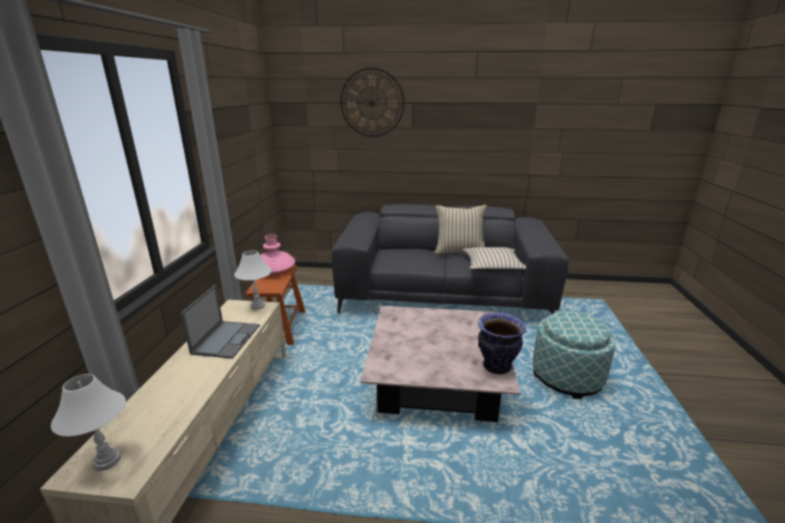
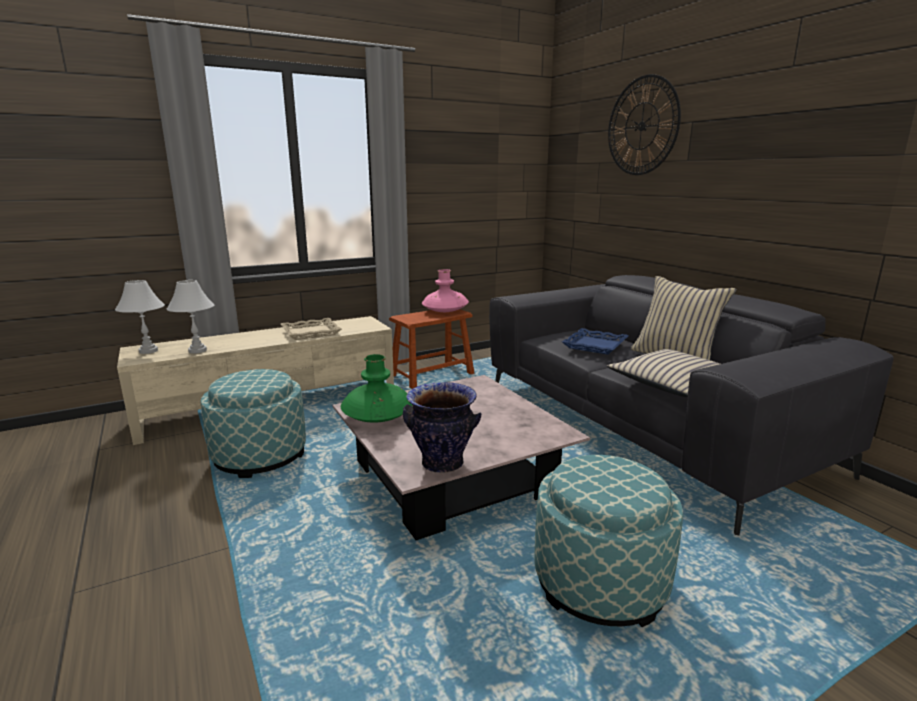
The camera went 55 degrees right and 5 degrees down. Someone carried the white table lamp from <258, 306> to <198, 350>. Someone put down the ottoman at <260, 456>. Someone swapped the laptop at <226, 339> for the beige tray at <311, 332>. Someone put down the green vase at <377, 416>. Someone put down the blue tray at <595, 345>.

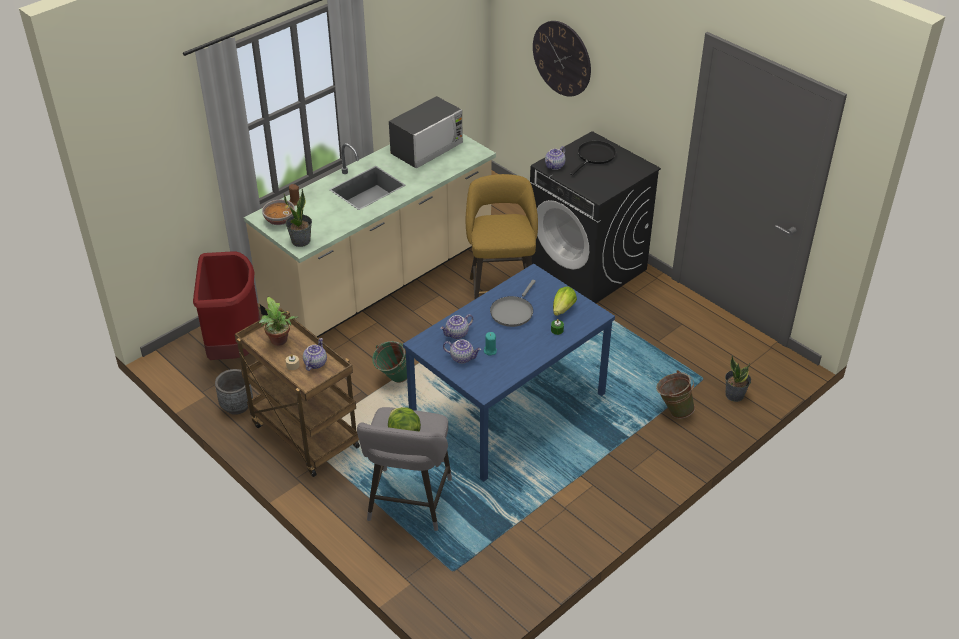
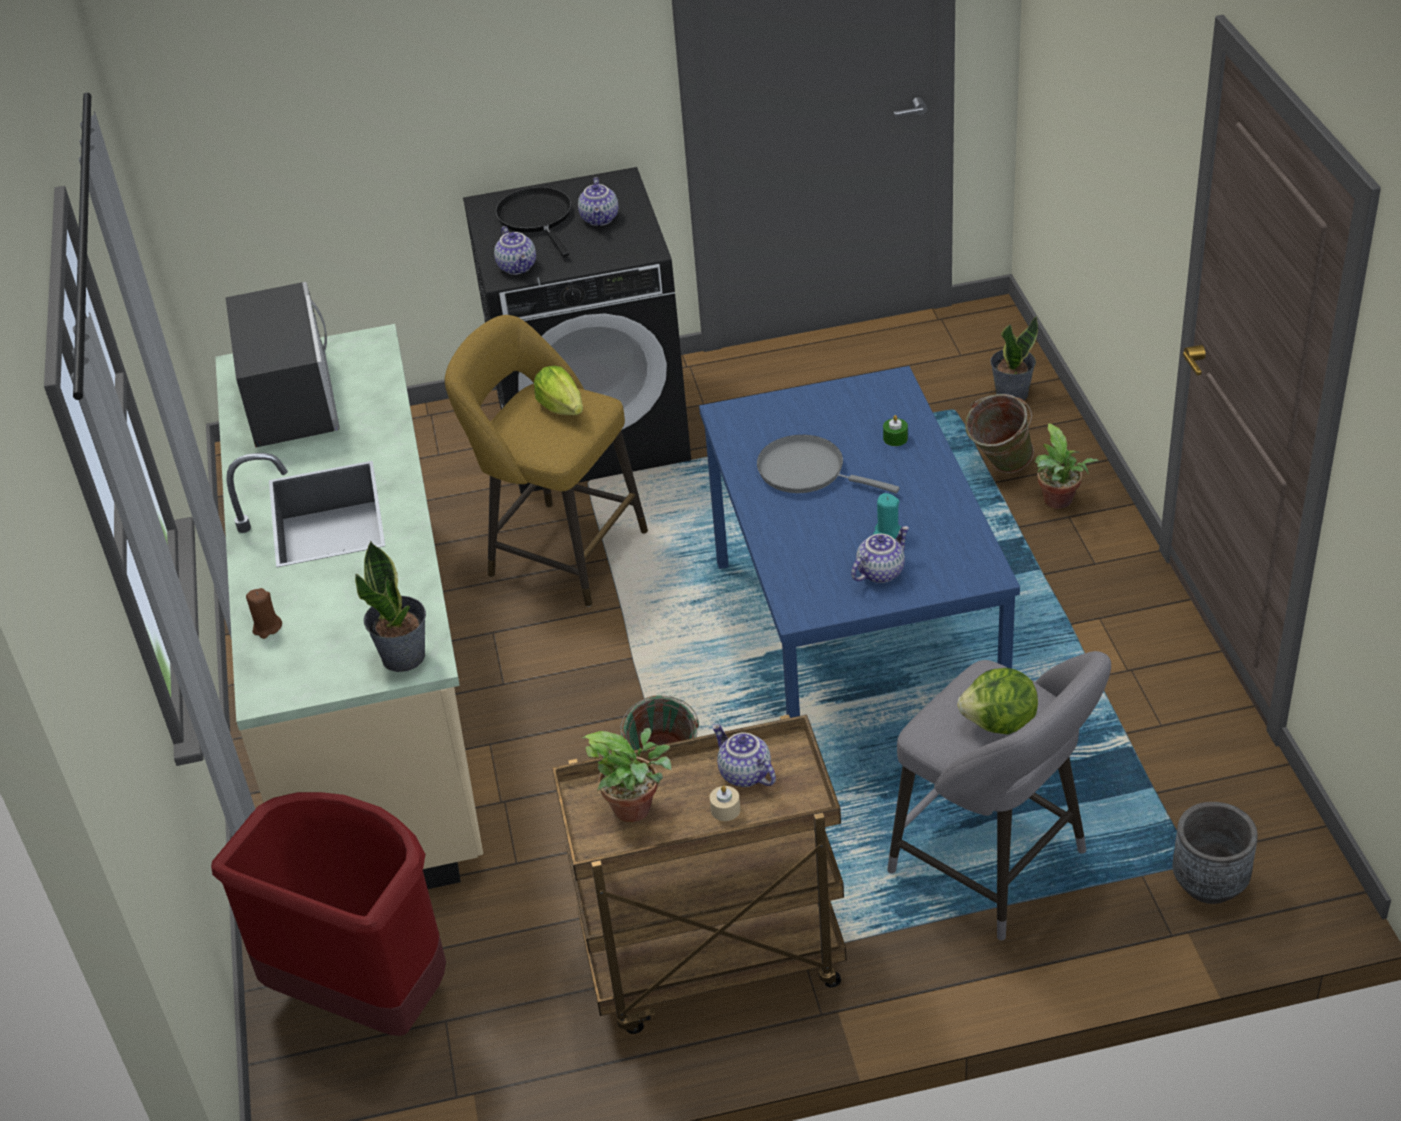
The camera went 55 degrees left and 0 degrees up. Someone carried the lettuce from <563, 309> to <561, 407>. Someone carried the teapot from <457, 334> to <600, 219>. Someone rotated the grey frying pan at <513, 311> by 150 degrees clockwise. Someone put down the potted plant at <1059, 502>. Someone carried the grey planter from <237, 406> to <1209, 883>. Someone took away the bowl at <279, 220>. Someone took away the wall clock at <562, 58>.

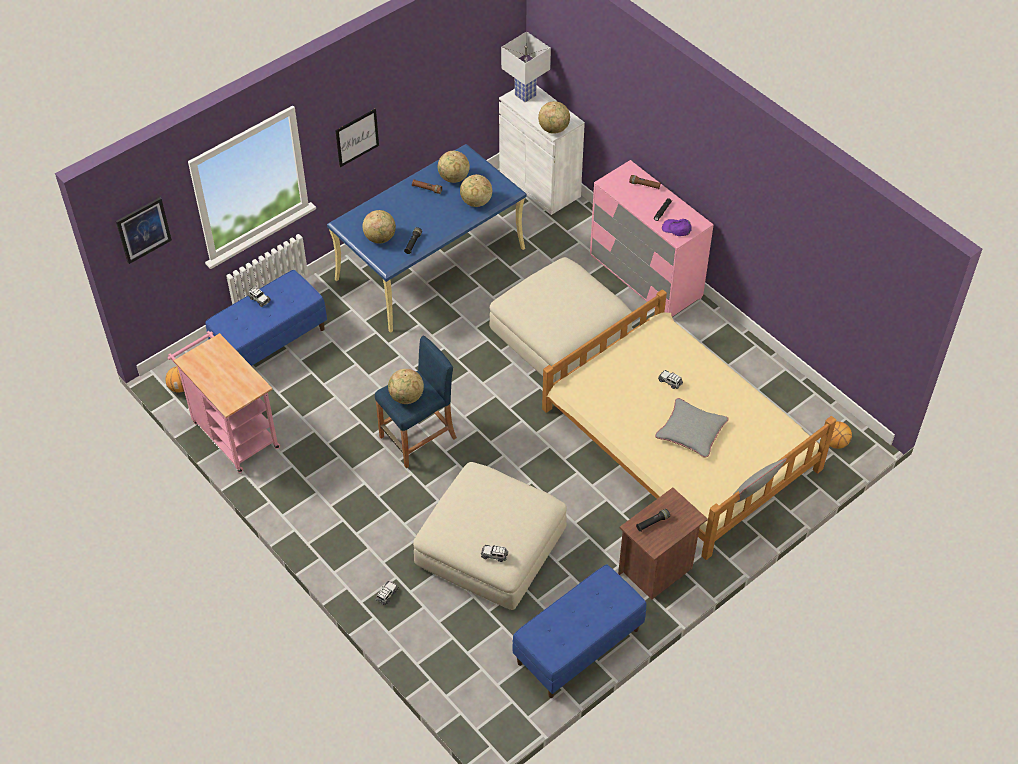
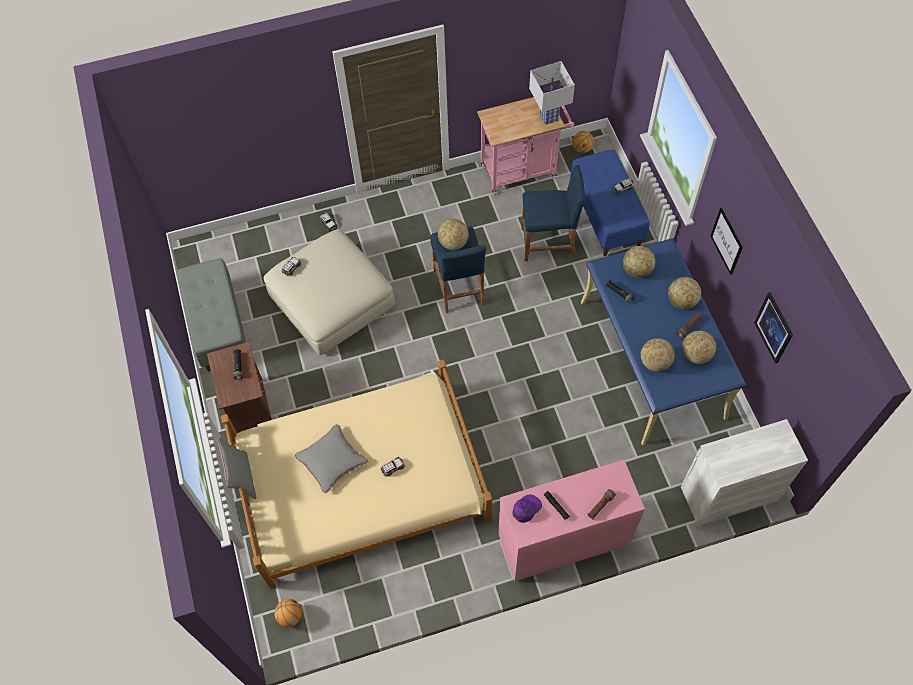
The camera went 115 degrees right and 10 degrees up. Someone repainted the blue bench at <578, 647>, which became the grey bench at <218, 326>. Someone put down the blue stool at <548, 243>. Someone carried the white table lamp from <525, 95> to <549, 117>. Someone carried the globe from <554, 129> to <681, 301>. Someone carried the picture from <143, 230> to <774, 328>. Someone took away the beige ottoman at <559, 334>.

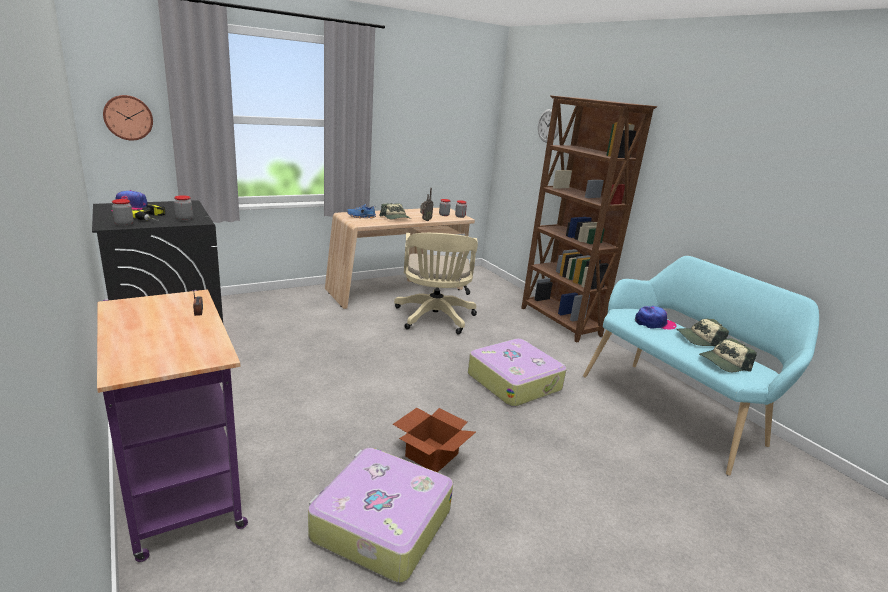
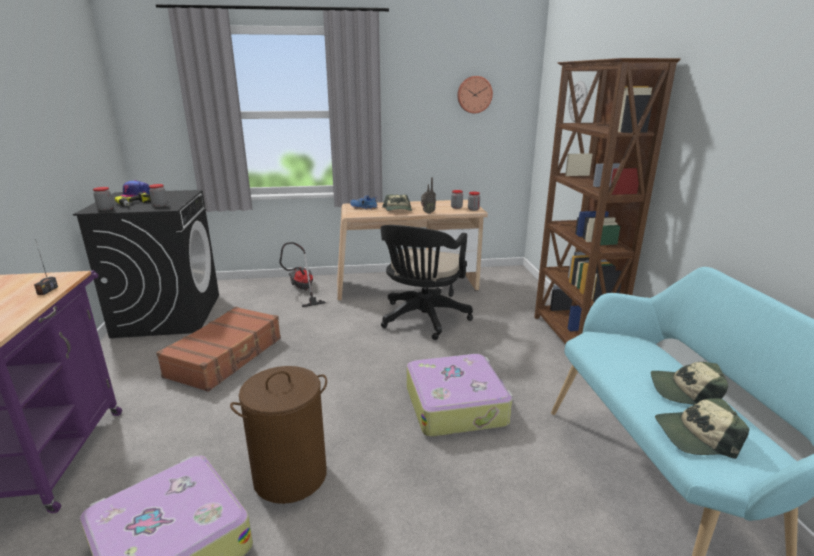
The camera went 25 degrees right and 0 degrees up. Someone put down the brown suitcase at <226, 357>. Someone swapped the cardboard box at <431, 454> for the brown laundry basket at <291, 475>. Someone put down the vacuum cleaner at <302, 290>. Someone repainted the beige office chair at <434, 319>, which became the black office chair at <422, 320>. Someone carried the wall clock from <128, 117> to <474, 94>. Someone took away the cap at <654, 323>.

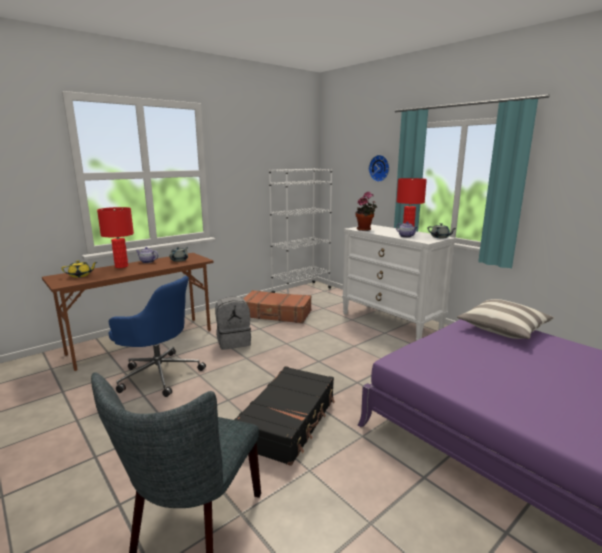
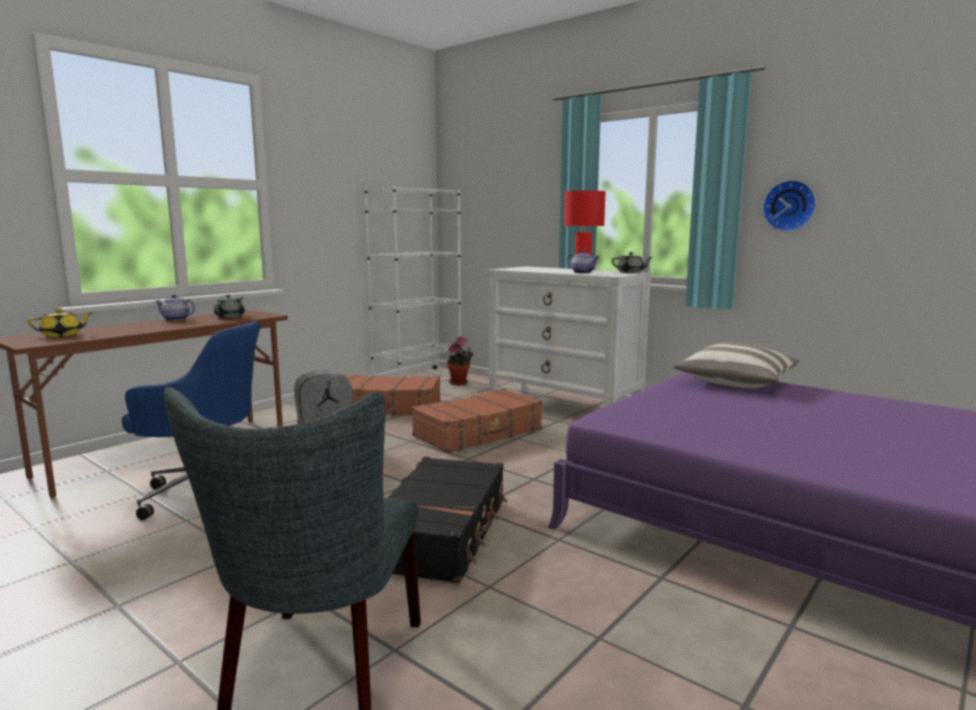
The camera went 10 degrees left and 5 degrees down. Someone put down the brown suitcase at <479, 433>. Someone carried the potted plant from <365, 229> to <460, 383>. Someone carried the wall clock from <380, 168> to <789, 206>. Someone took away the red table lamp at <121, 266>.

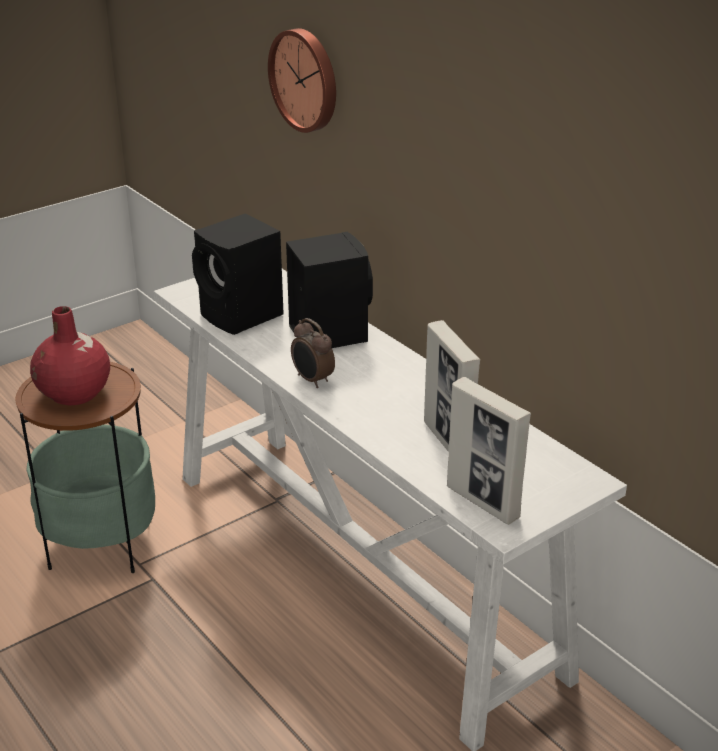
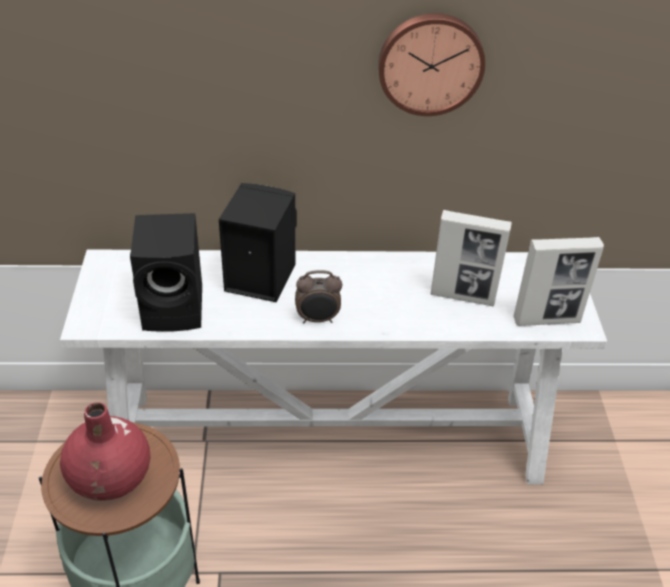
The camera went 55 degrees left and 10 degrees up. Someone carried the wall clock from <306, 79> to <430, 63>.

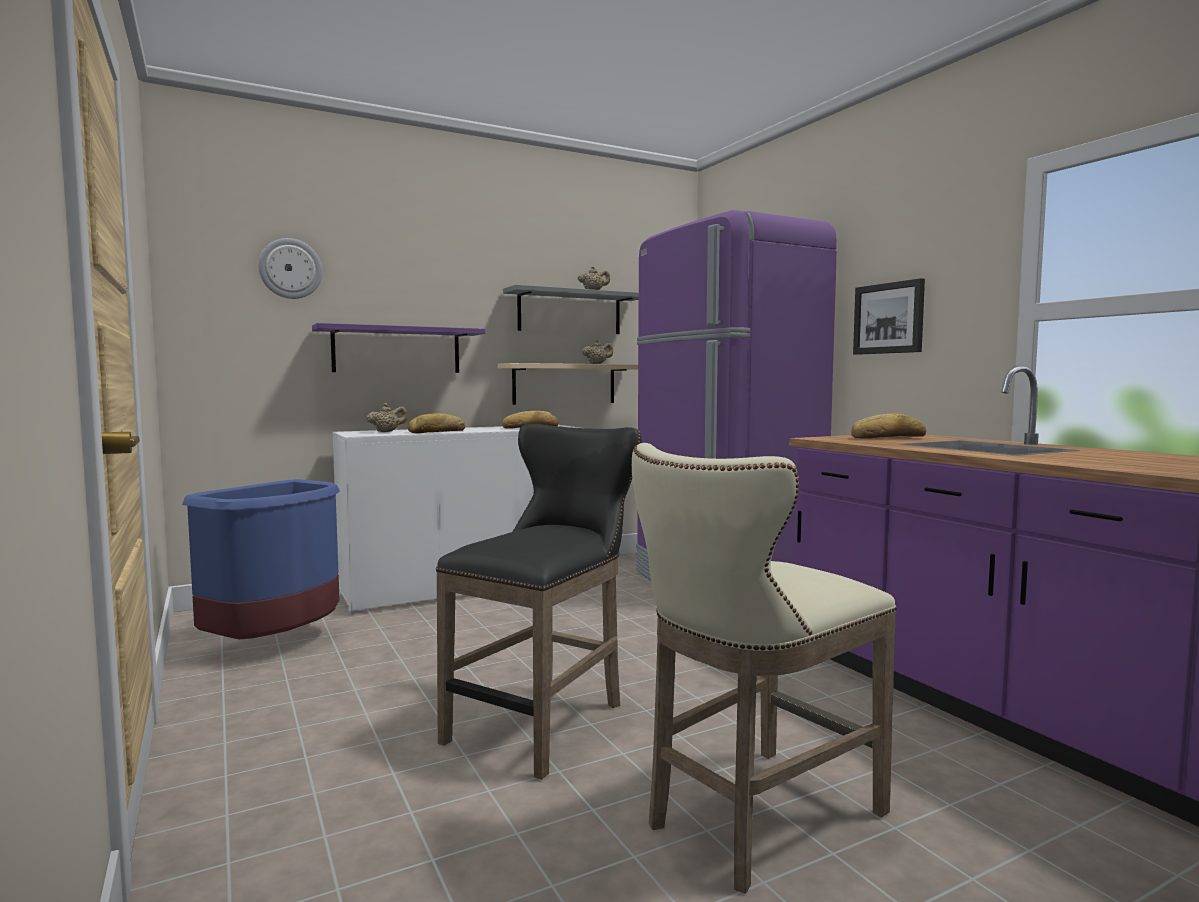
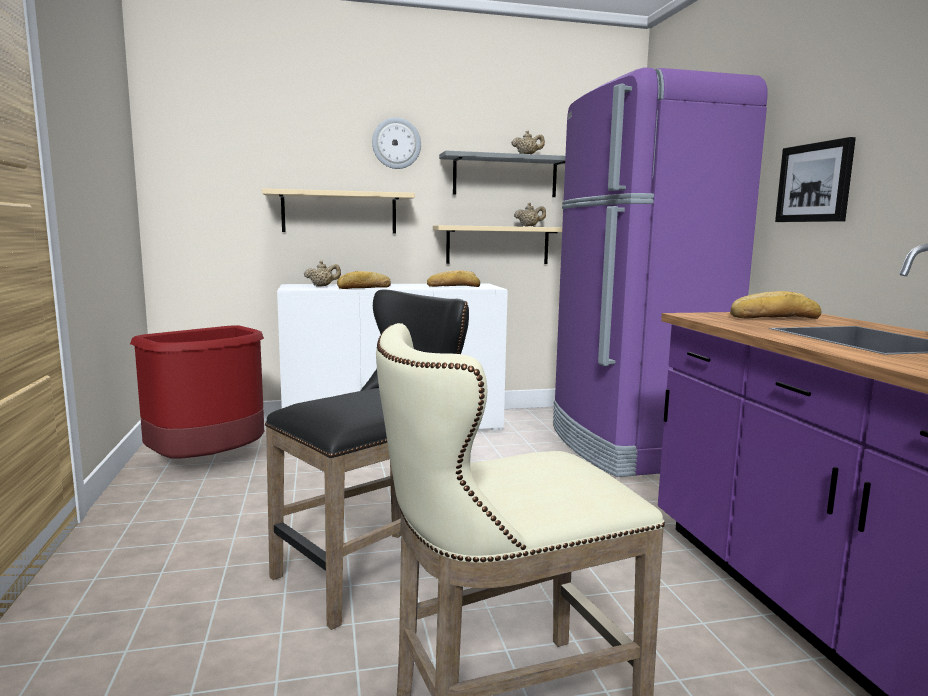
The camera went 15 degrees right and 5 degrees up. Someone repainted the blue trash can at <277, 643>, which became the red trash can at <211, 462>. Someone repainted the purple shelf at <397, 350>, which became the beige shelf at <339, 212>. Someone carried the wall clock from <290, 269> to <396, 143>.

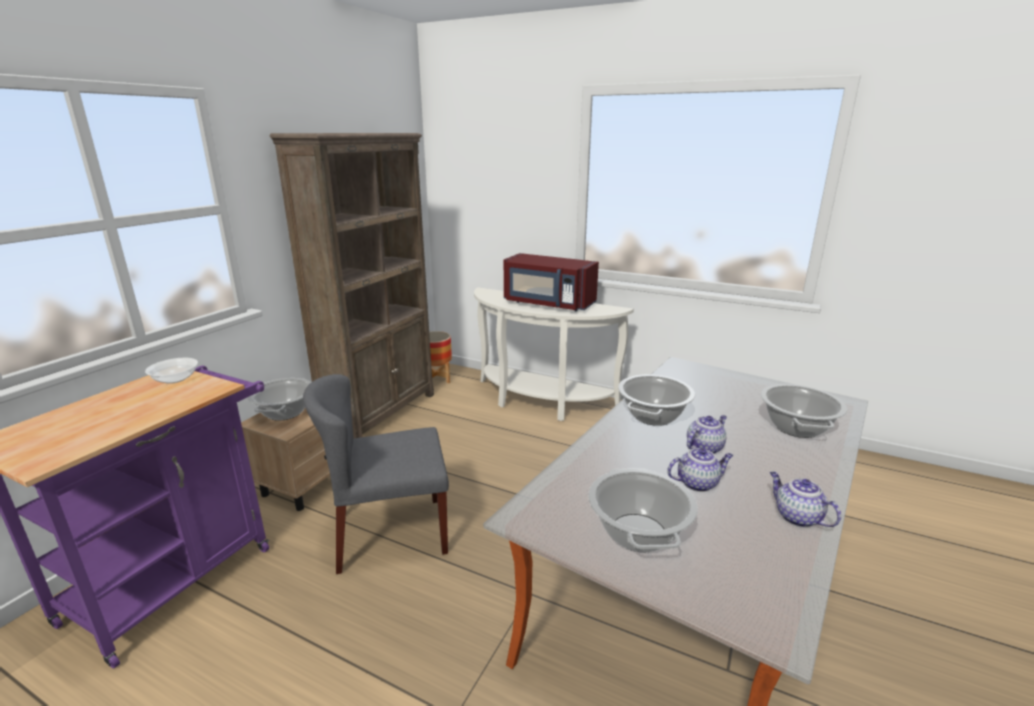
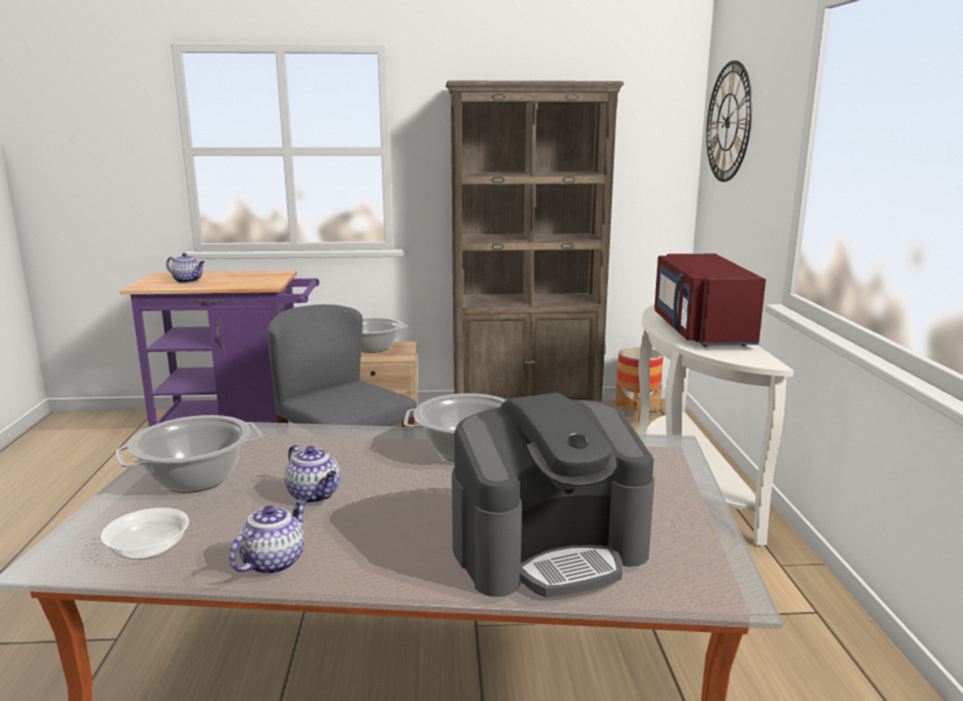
The camera went 60 degrees right and 5 degrees down. Someone carried the bowl from <175, 379> to <148, 550>. Someone carried the teapot from <704, 448> to <188, 281>. Someone swapped the cooking pot at <796, 427> for the coffee machine at <549, 549>. Someone put up the wall clock at <728, 122>.

